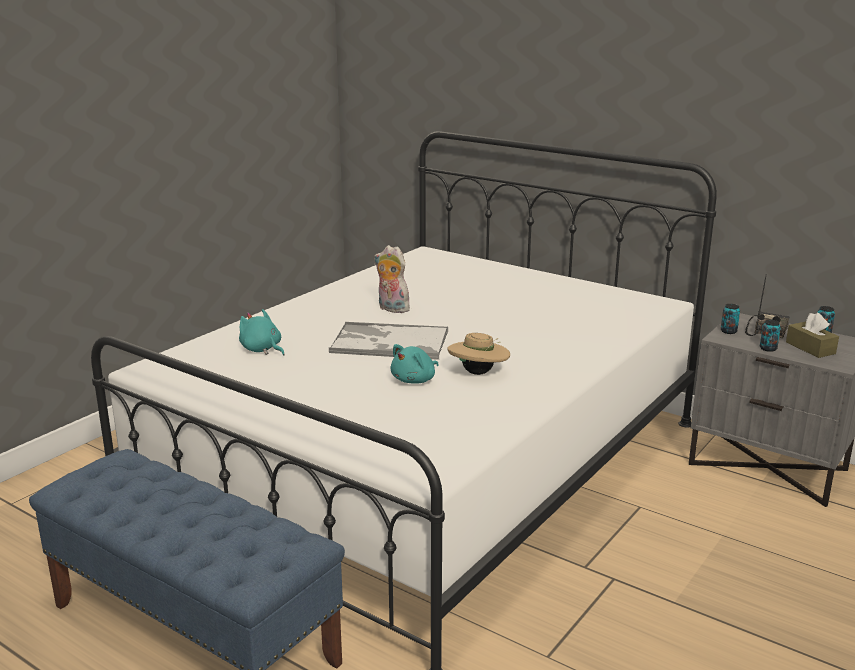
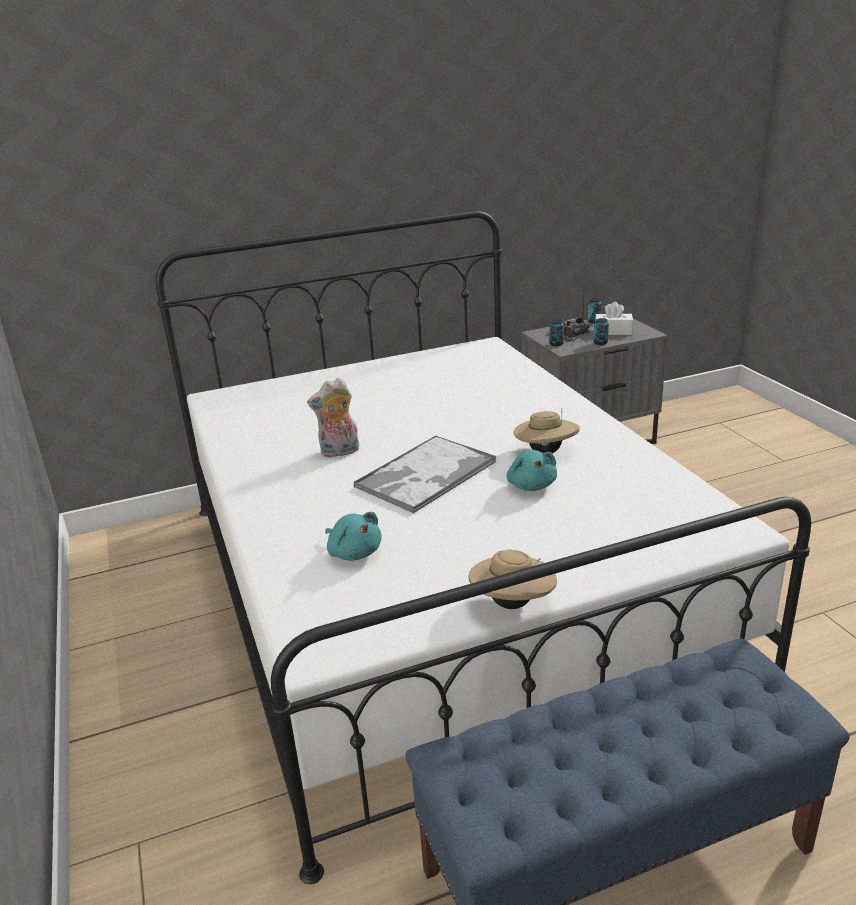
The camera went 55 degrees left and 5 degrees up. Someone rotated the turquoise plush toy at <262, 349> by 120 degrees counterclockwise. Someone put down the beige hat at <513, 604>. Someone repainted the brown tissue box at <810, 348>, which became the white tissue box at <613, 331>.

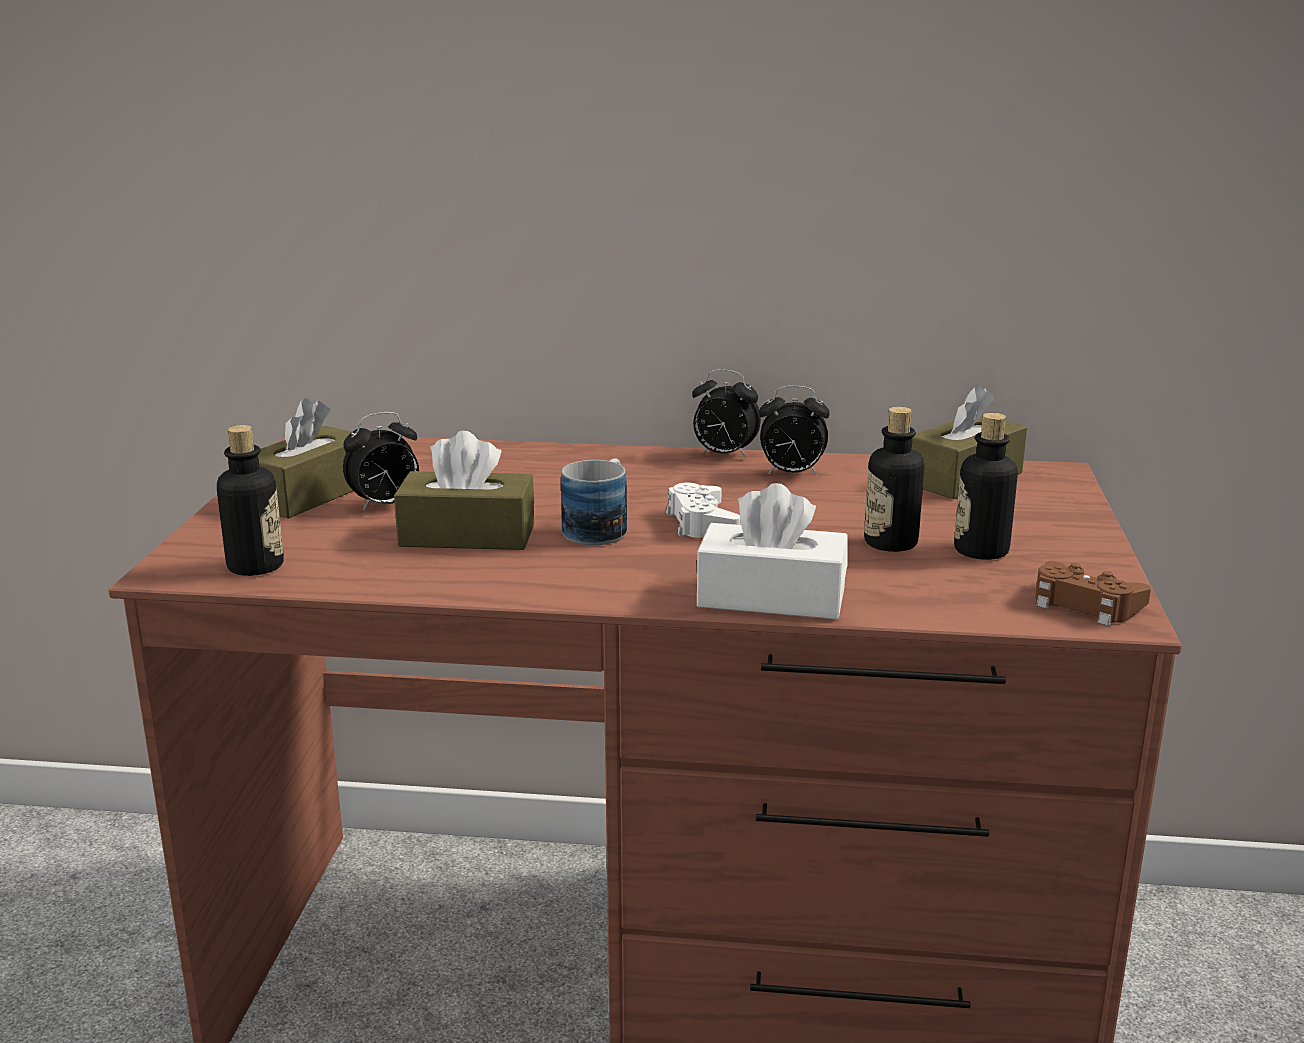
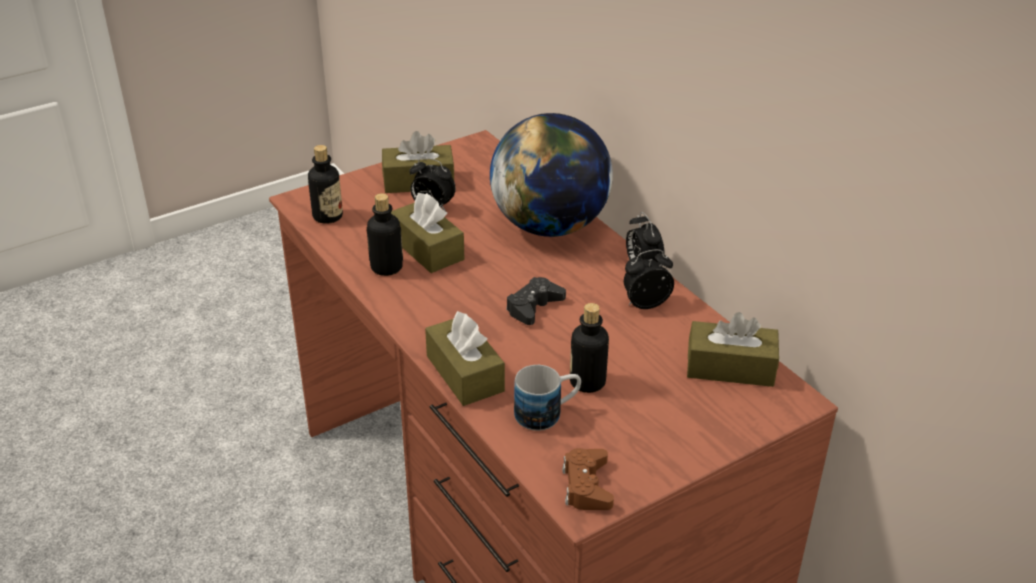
The camera went 50 degrees right and 15 degrees up. Someone carried the bottle from <981, 550> to <386, 267>. Someone repainted the white tissue box at <771, 598>, which became the brown tissue box at <465, 373>. Someone put down the globe at <550, 226>. Someone repainted the white game controller at <701, 522>, which became the black game controller at <534, 307>. Someone carried the mug from <600, 528> to <547, 413>. Someone rotated the alarm clock at <791, 474> by 105 degrees clockwise.

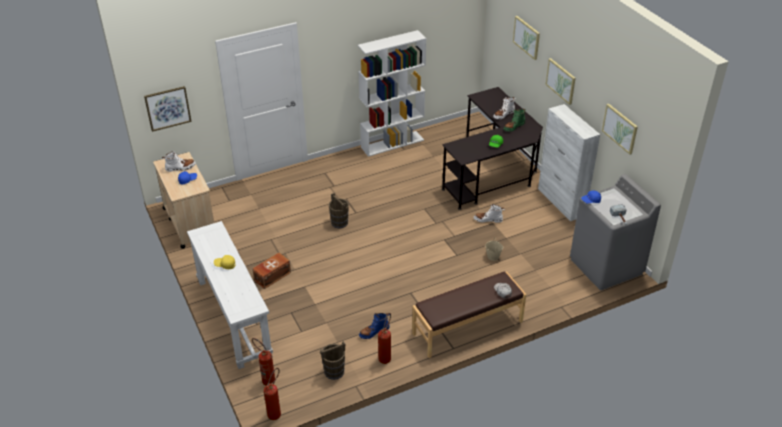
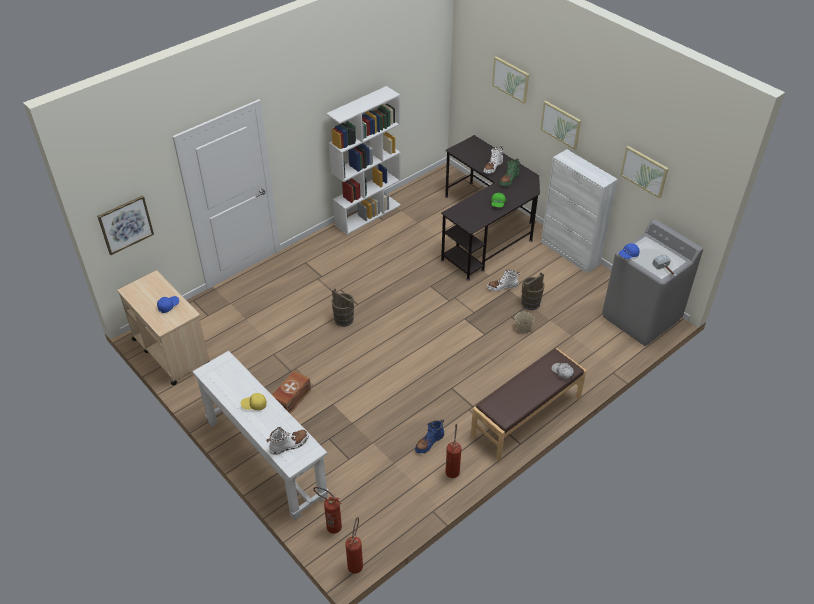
The camera went 15 degrees left and 5 degrees up. Someone carried the white boot from <180, 168> to <289, 444>. Someone carried the brown bucket from <334, 371> to <530, 303>.

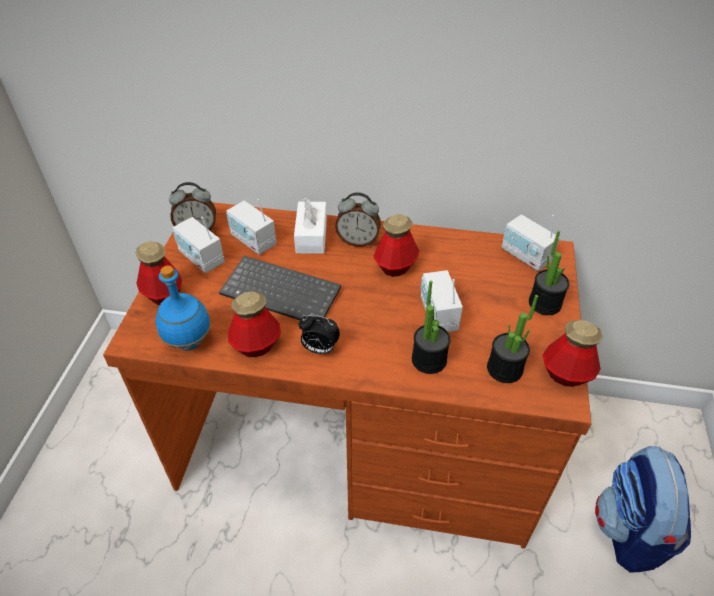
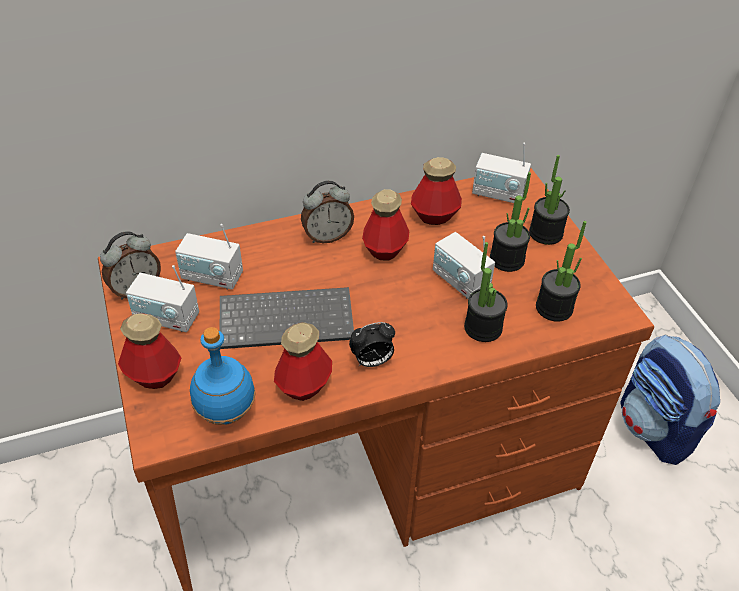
The camera went 30 degrees left and 0 degrees up. Someone carried the bottle from <566, 374> to <434, 216>. Someone put down the potted plant at <507, 259>. Someone took away the white tissue box at <311, 236>.

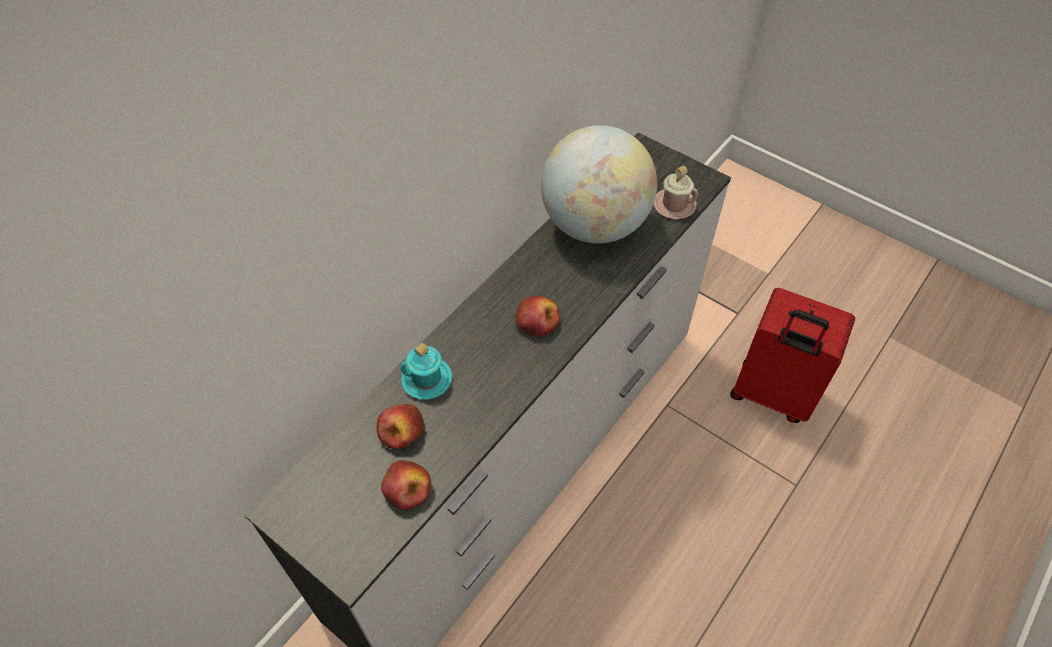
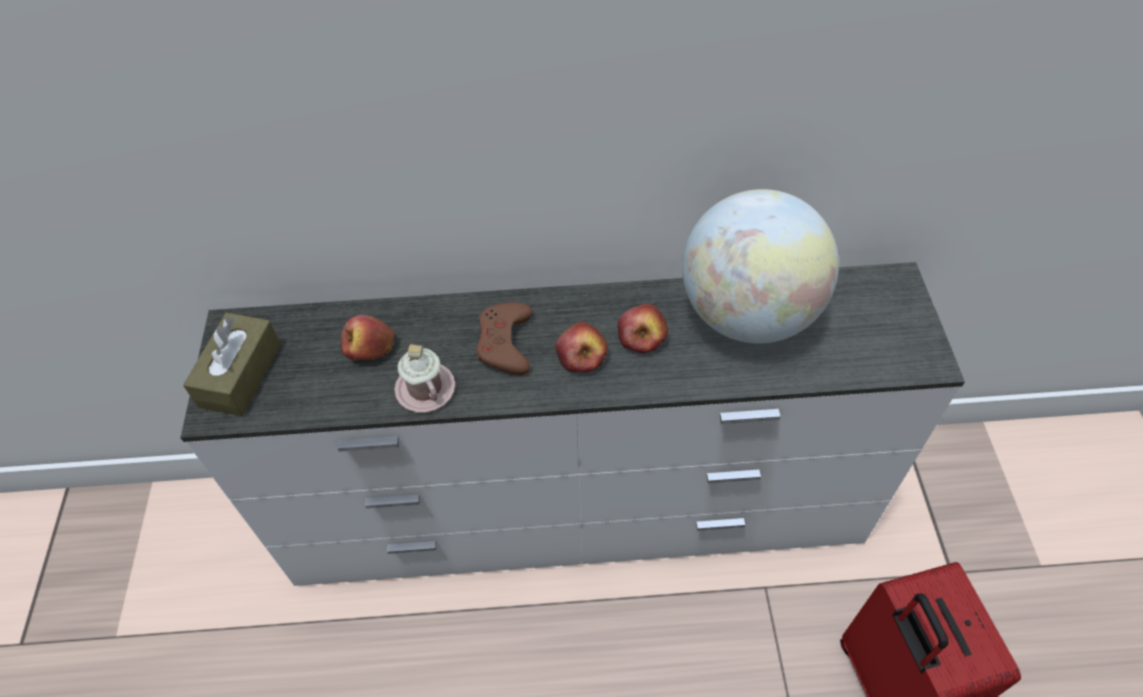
The camera went 50 degrees right and 0 degrees up. Someone put down the brown tissue box at <240, 375>. Someone carried the pink mug from <674, 205> to <425, 389>. Someone put down the brown game controller at <505, 343>. Someone carried the apple from <407, 489> to <642, 336>. Someone took away the turquoise mug at <427, 379>.

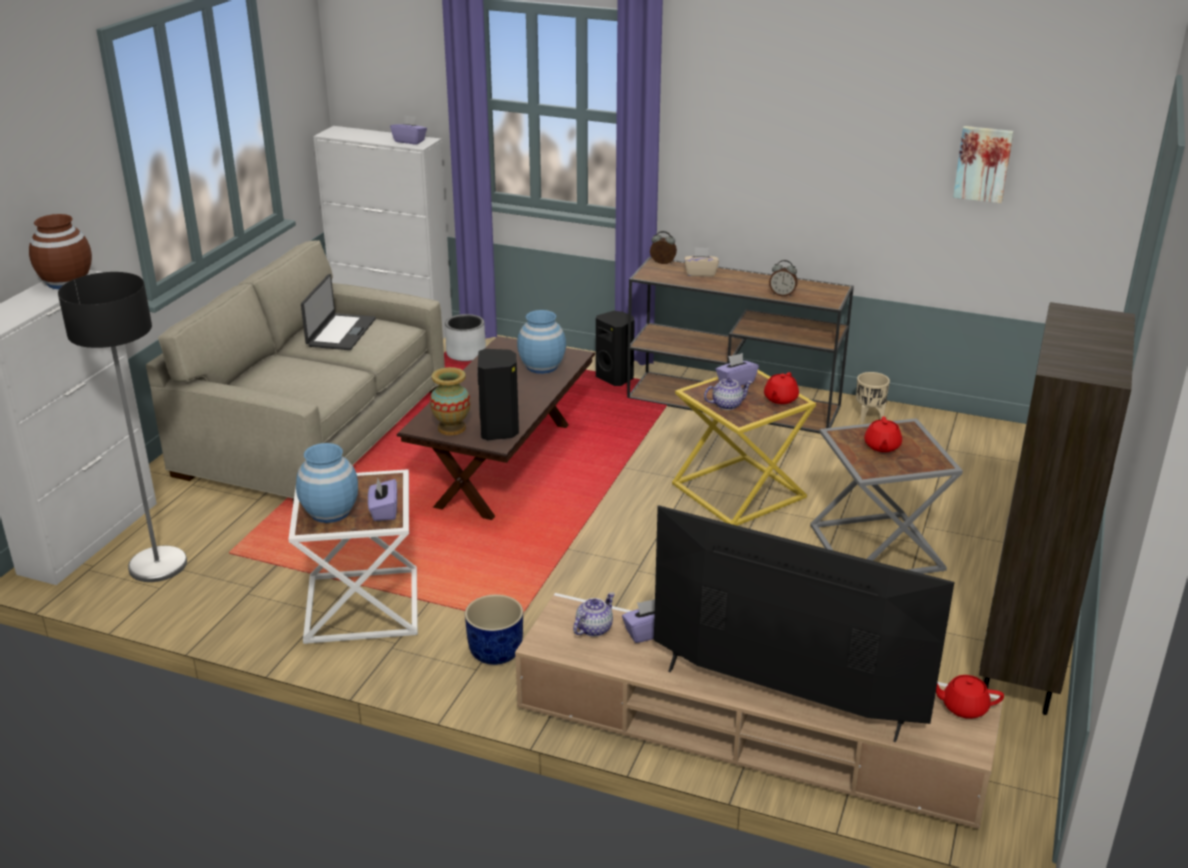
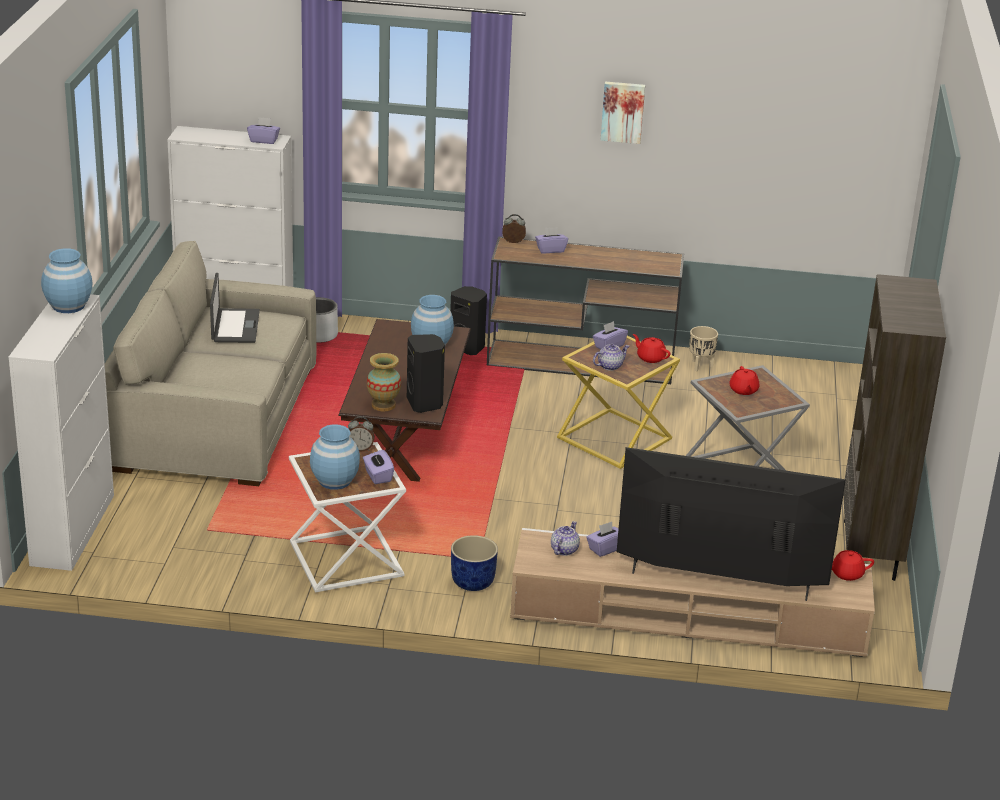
The camera went 15 degrees left and 0 degrees up. Someone repainted the brown vase at <66, 282>, which became the blue vase at <68, 306>. Someone carried the alarm clock from <782, 294> to <360, 449>. Someone repainted the beige tissue box at <700, 273>, which became the purple tissue box at <550, 250>. Someone carried the picture from <983, 163> to <622, 111>. Someone rotated the red teapot at <780, 399> by 120 degrees clockwise. Someone took away the floor lamp at <157, 565>.

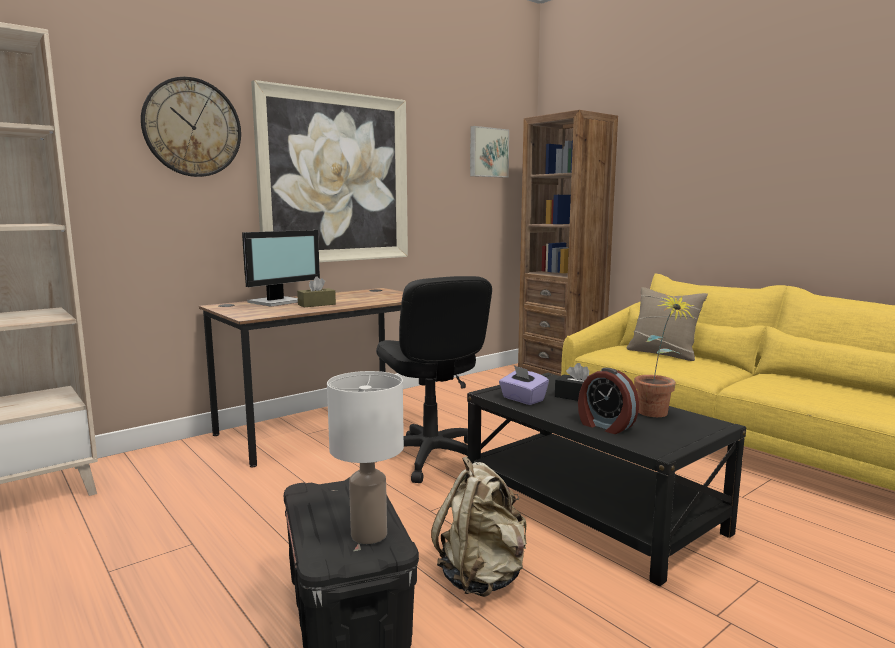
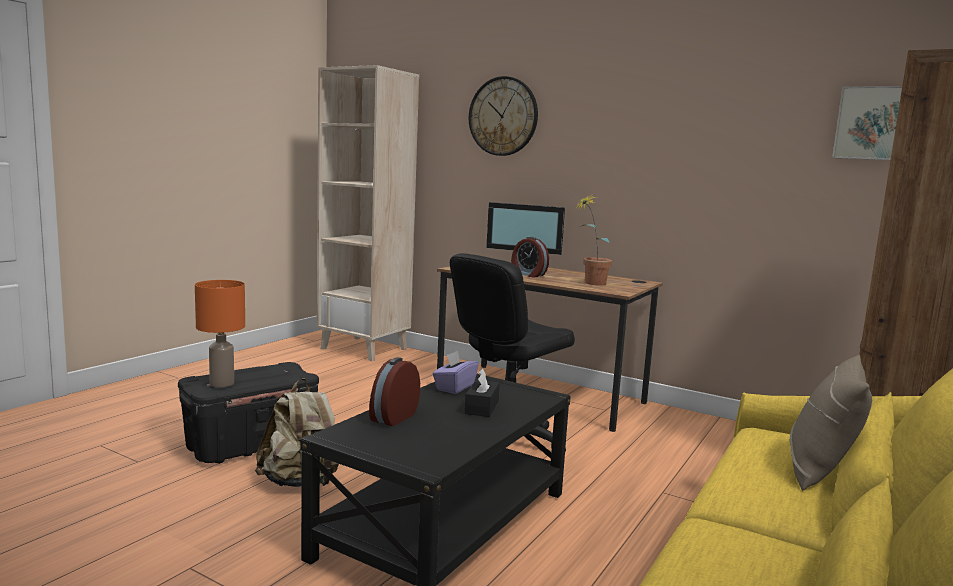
The camera went 70 degrees right and 0 degrees up. Someone repainted the white table lamp at <368, 534>, which became the orange table lamp at <222, 383>. Someone swapped the brown tissue box at <316, 304> for the alarm clock at <528, 275>. Someone carried the potted plant from <657, 415> to <590, 283>. Someone took away the picture at <335, 178>.

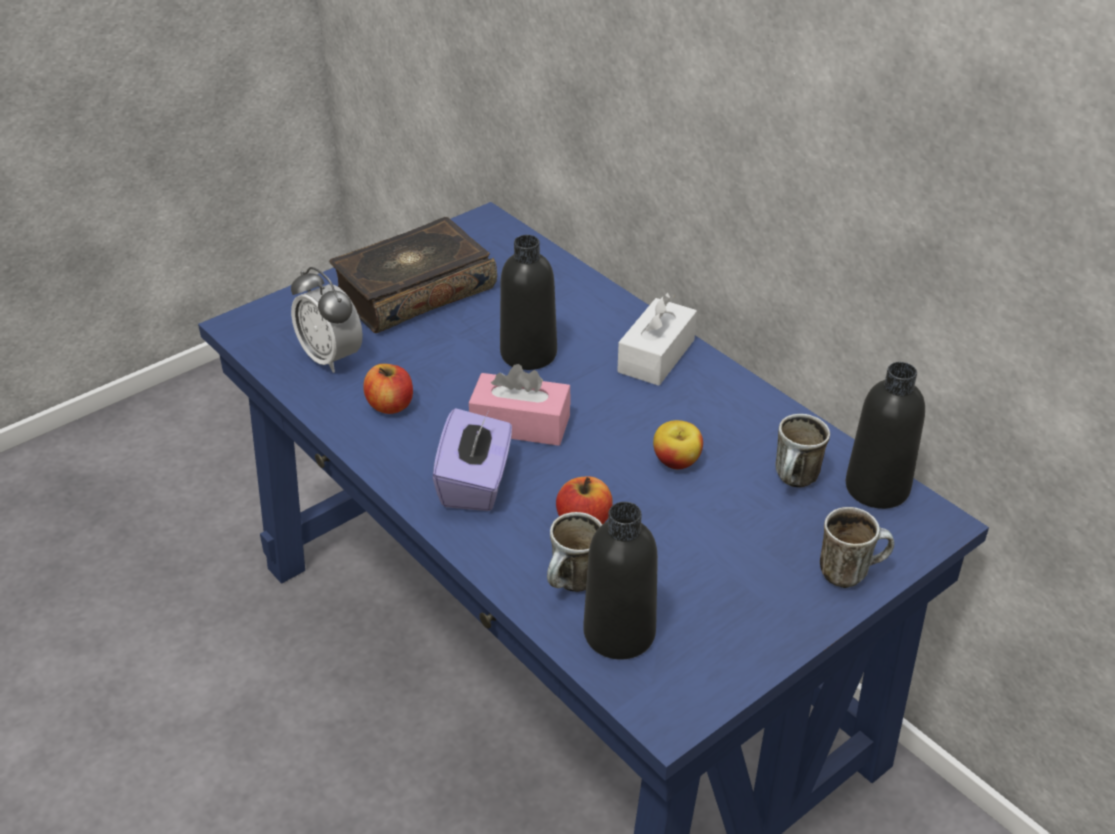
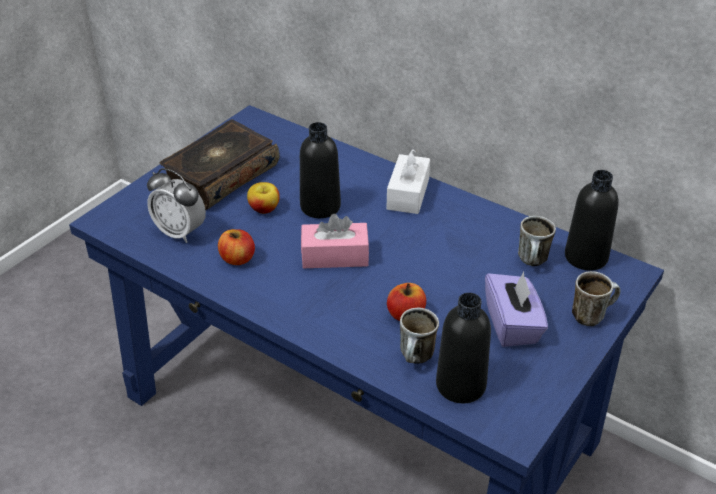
The camera went 15 degrees left and 0 degrees up. Someone carried the apple from <676, 461> to <264, 209>. Someone carried the purple tissue box from <475, 483> to <512, 325>.

